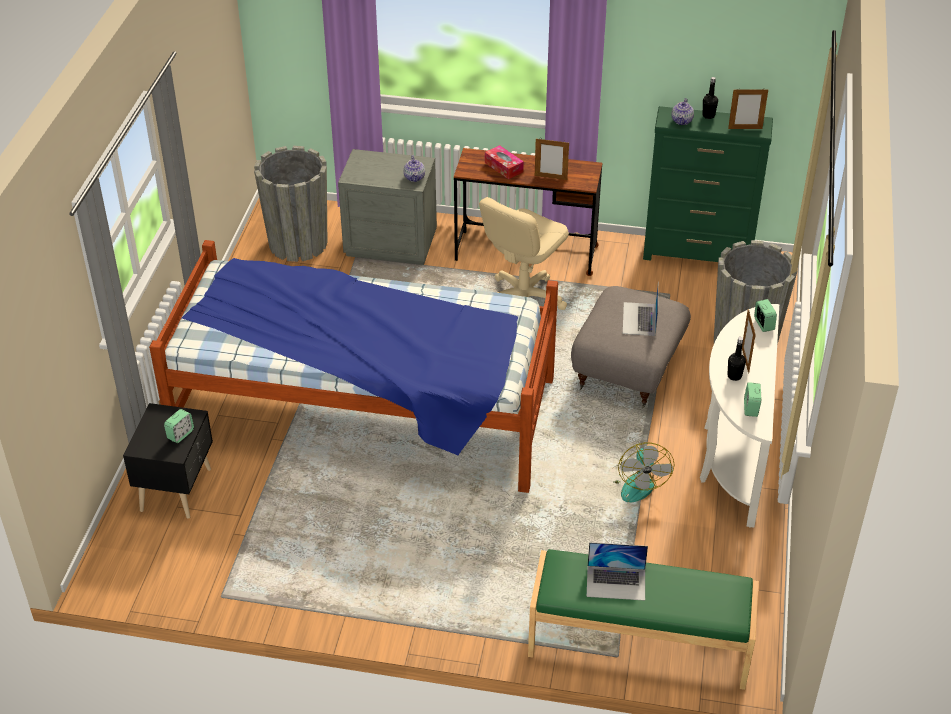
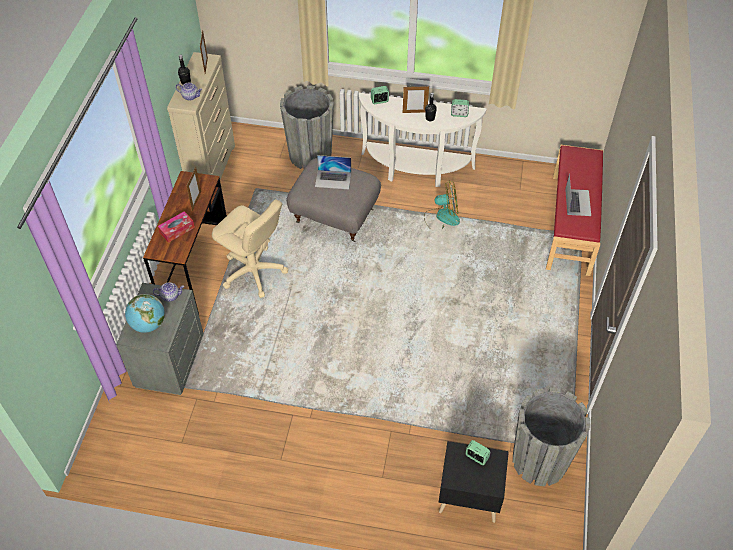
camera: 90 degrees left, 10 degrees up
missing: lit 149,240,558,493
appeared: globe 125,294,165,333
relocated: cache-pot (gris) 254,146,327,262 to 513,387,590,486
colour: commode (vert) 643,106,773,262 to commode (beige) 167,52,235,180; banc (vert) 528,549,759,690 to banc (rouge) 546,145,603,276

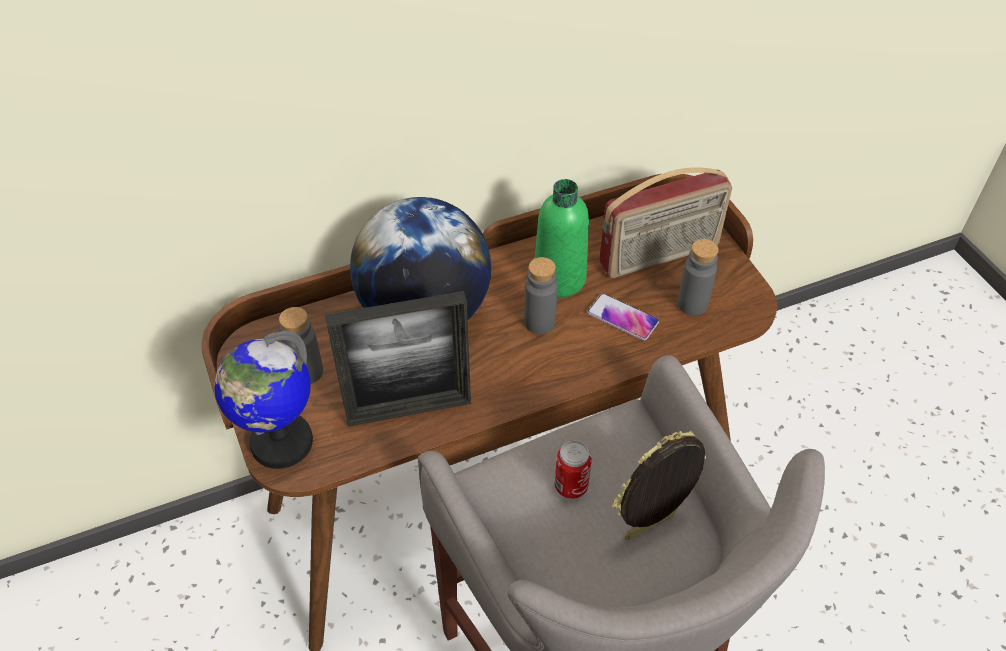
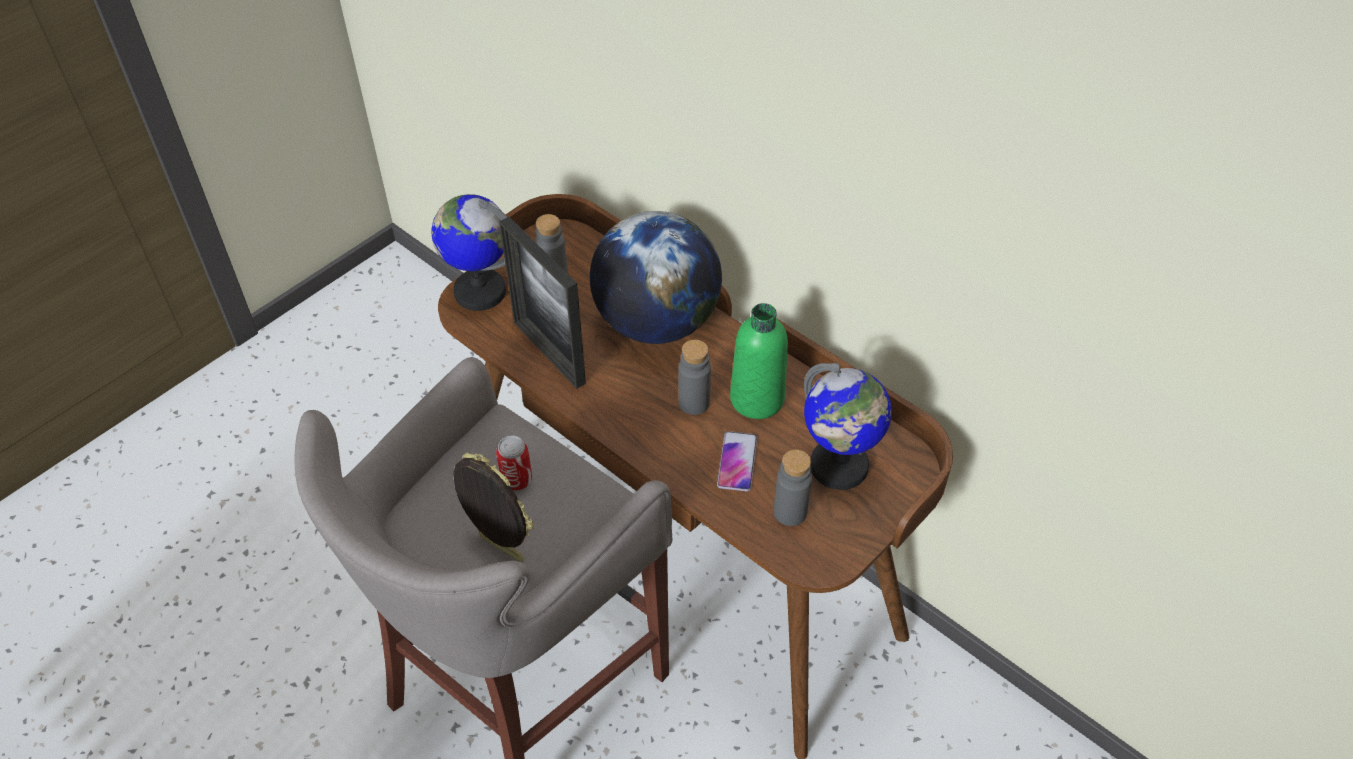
camera: 65 degrees right, 0 degrees up
exchanged: radio 599,167,732,278 to globe 804,363,892,490

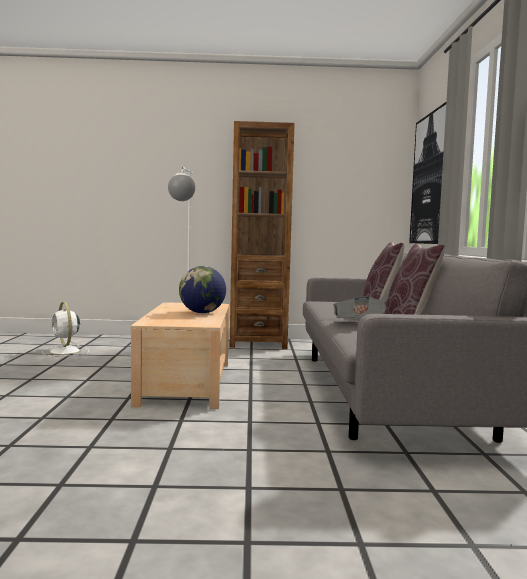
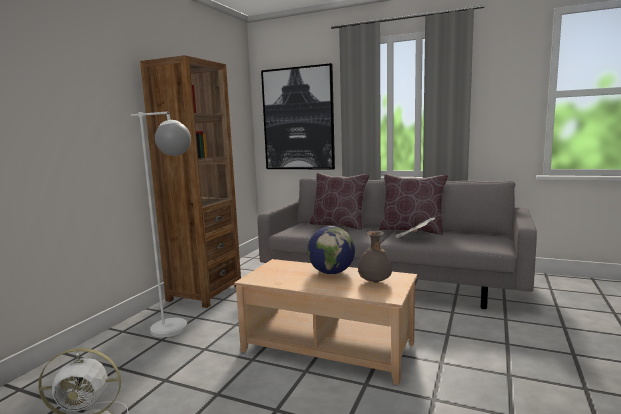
camera: 65 degrees left, 5 degrees up
appeared: vase (gris) 358,231,392,283

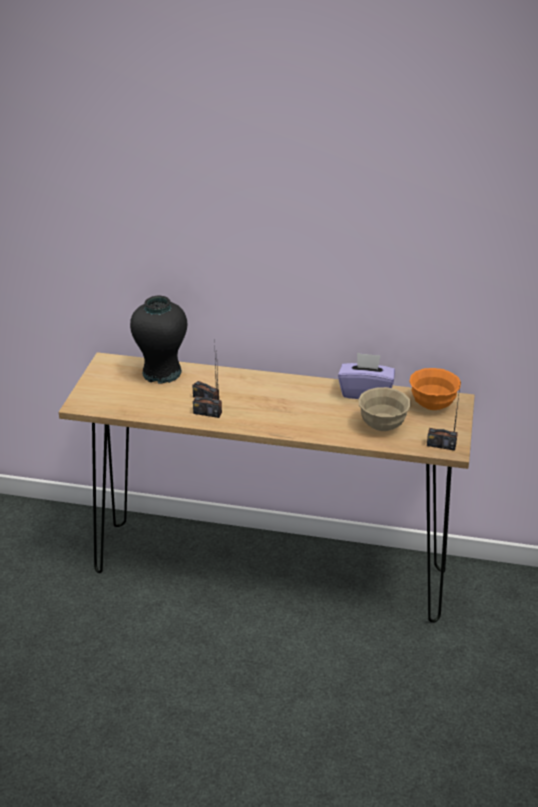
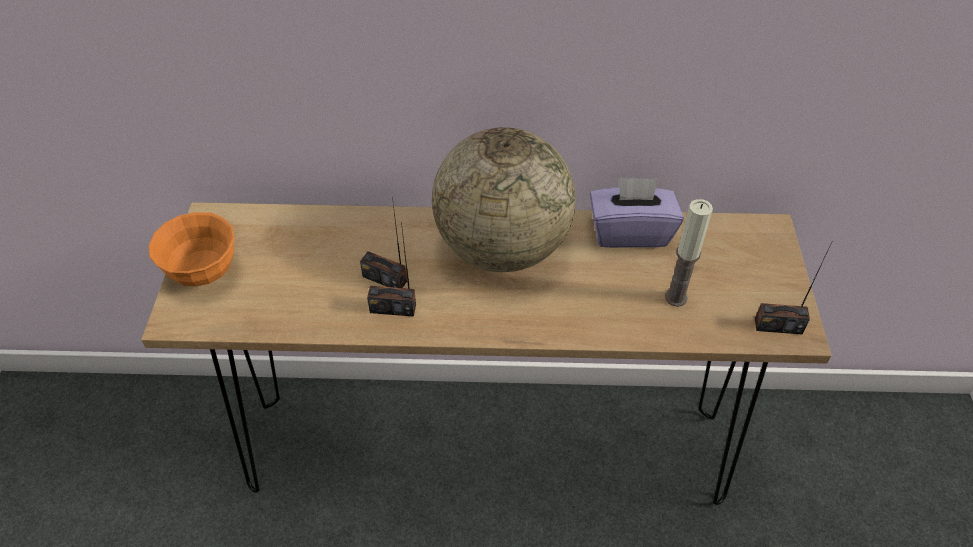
camera: 10 degrees left, 15 degrees up
missing: vase (noir) 130,296,187,384
appeared: globe 432,127,576,272
relocated: bol (orange) 409,368,461,410 to 149,212,235,286
exchanged: bol (beige) 358,387,411,431 to bougie 665,199,713,307

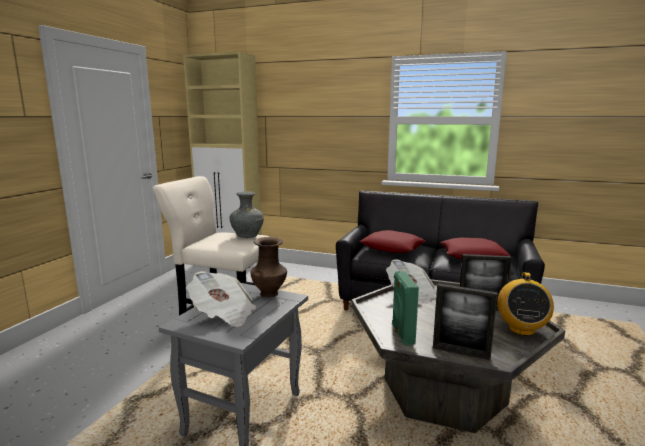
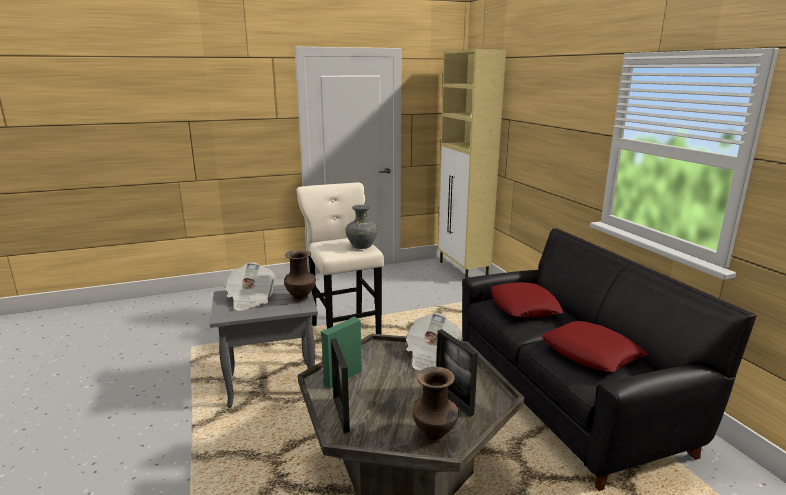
camera: 50 degrees right, 5 degrees up
exchanged: radio 497,272,554,336 to vase (marron) 413,367,459,443

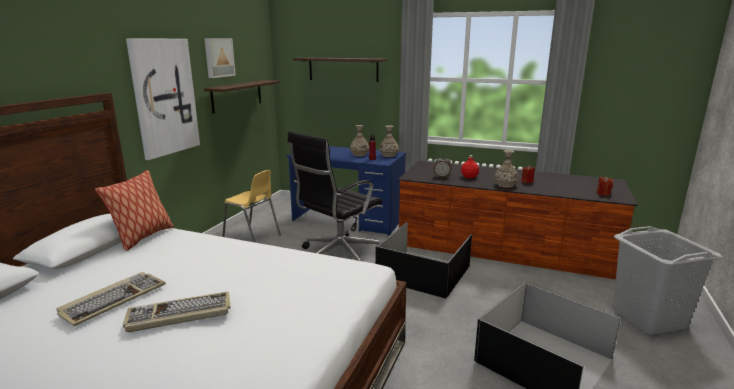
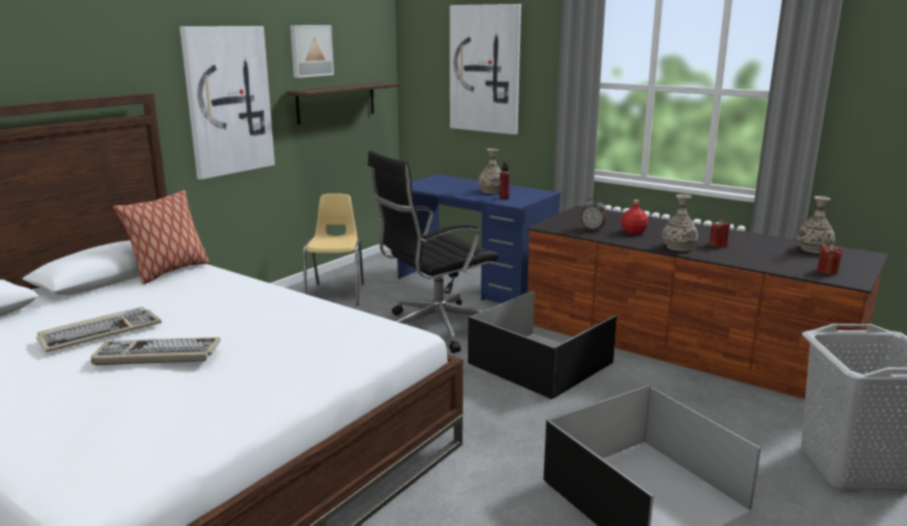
camera: 15 degrees right, 0 degrees up
relocated: vase 379,125,399,157 to 796,196,835,253
exchanged: étagère 293,57,387,82 to tableau 450,4,521,135
spun: chaise (jaune) 222,170,281,243 = 303,193,364,305 135 degrees counterclockwise

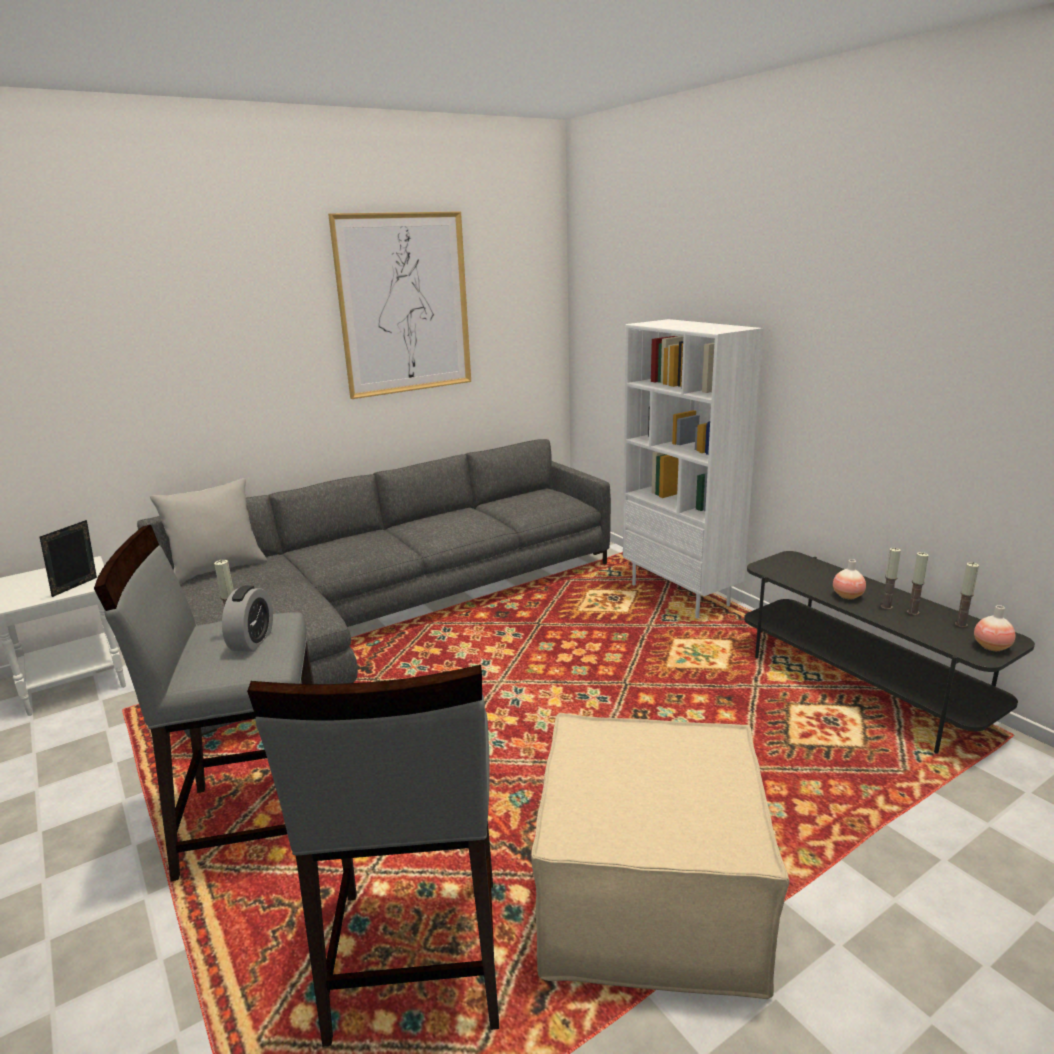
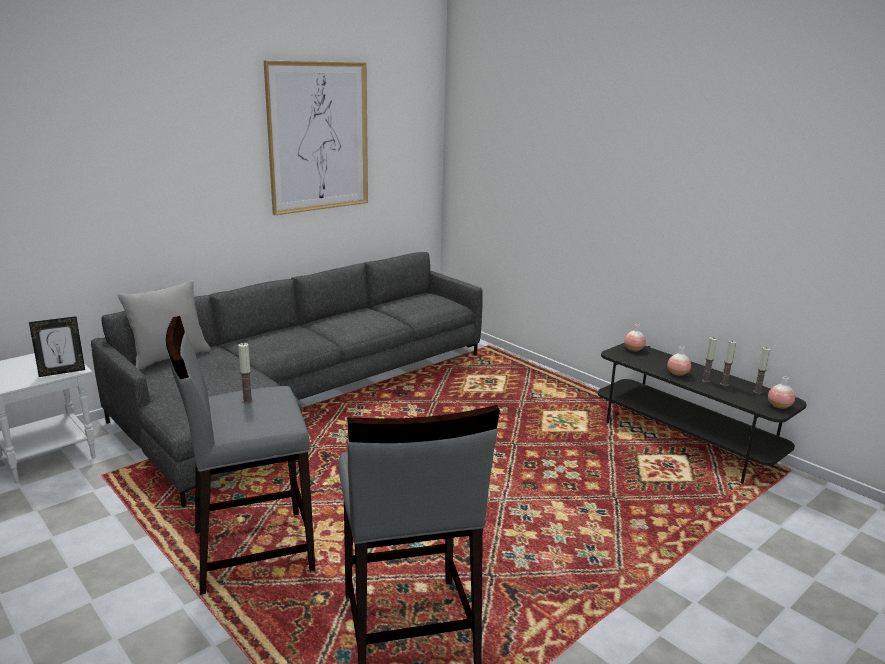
camera: 10 degrees left, 0 degrees up
missing: réveil 222,586,273,652; pouf (beige) 531,713,790,999; bibliothèque (blanc) 623,319,764,618
appeared: vase 624,324,646,351
spun: cadre photo 40,520,97,597 = 29,316,85,377 135 degrees counterclockwise

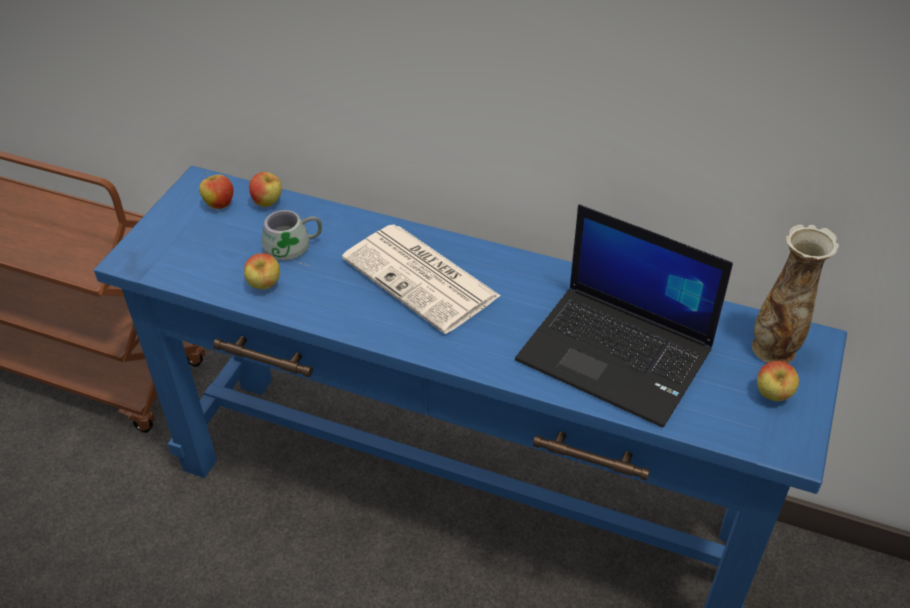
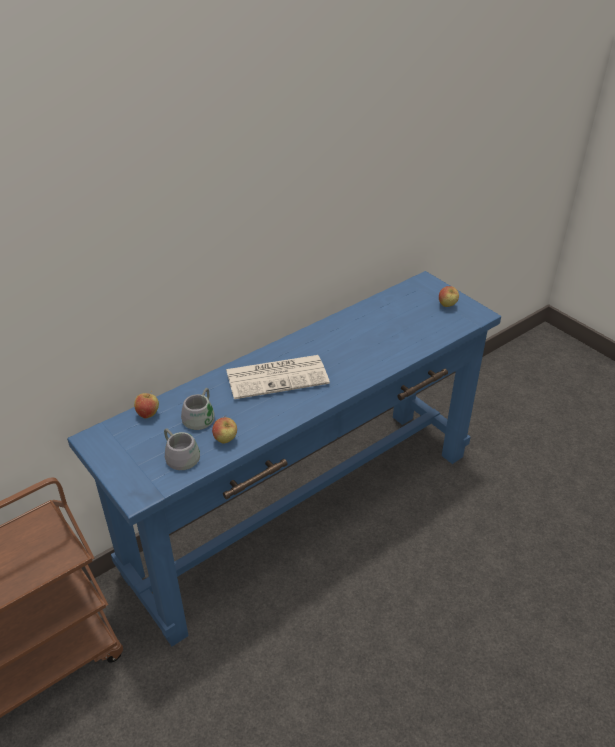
camera: 60 degrees left, 5 degrees down
missing: pomme 199,172,233,209; ordinateur portable 515,204,733,428; vase 752,224,839,363
appeared: mug (gris) 164,428,200,470

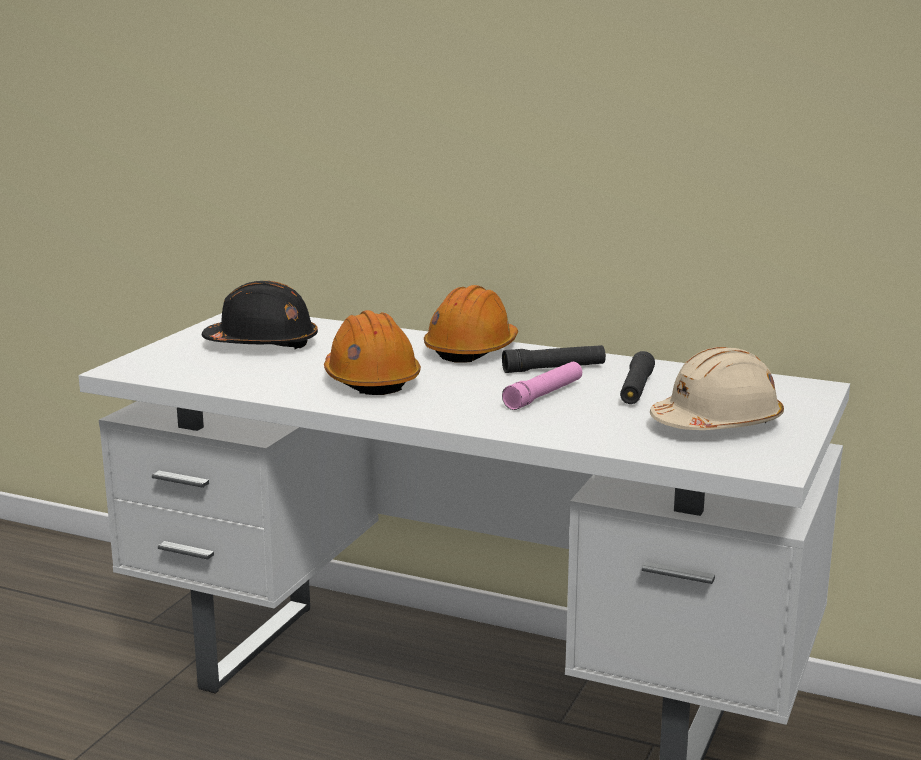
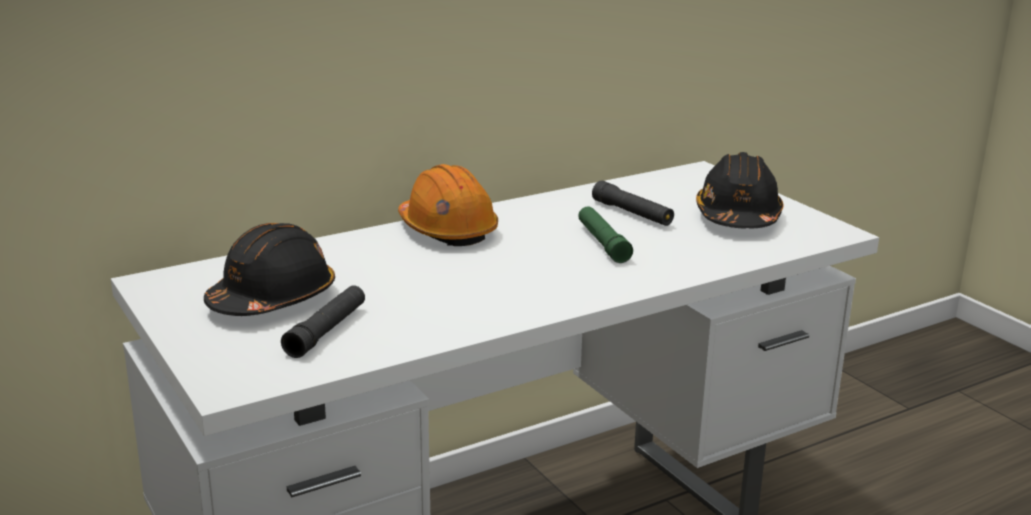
camera: 55 degrees left, 5 degrees up
missing: casque de chantier (orange) 324,310,421,395
relocated: lampe de poche (noir) 502,345,606,373 to 281,285,365,358
colour: lampe de poche (rose) 502,362,582,410 to lampe de poche (vert) 578,206,633,263; casque de chantier (beige) 650,347,784,430 to casque de chantier (noir) 696,152,784,229

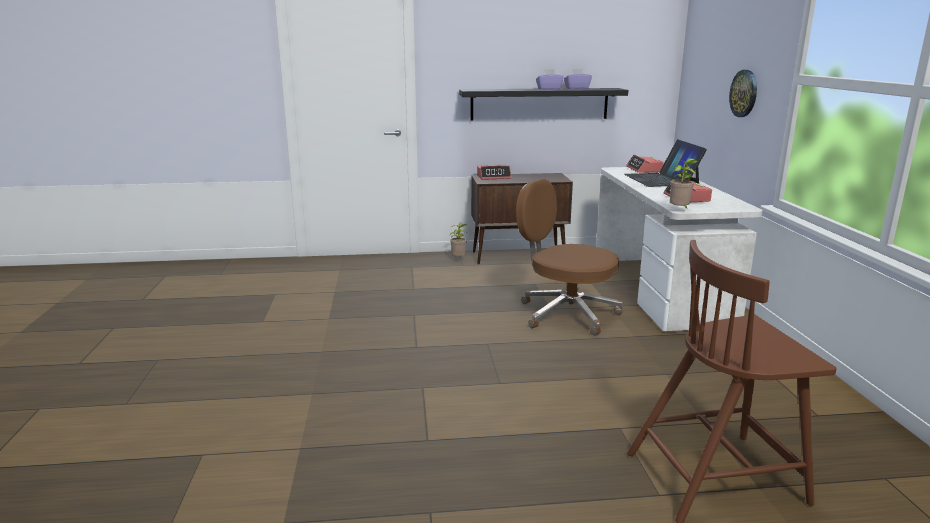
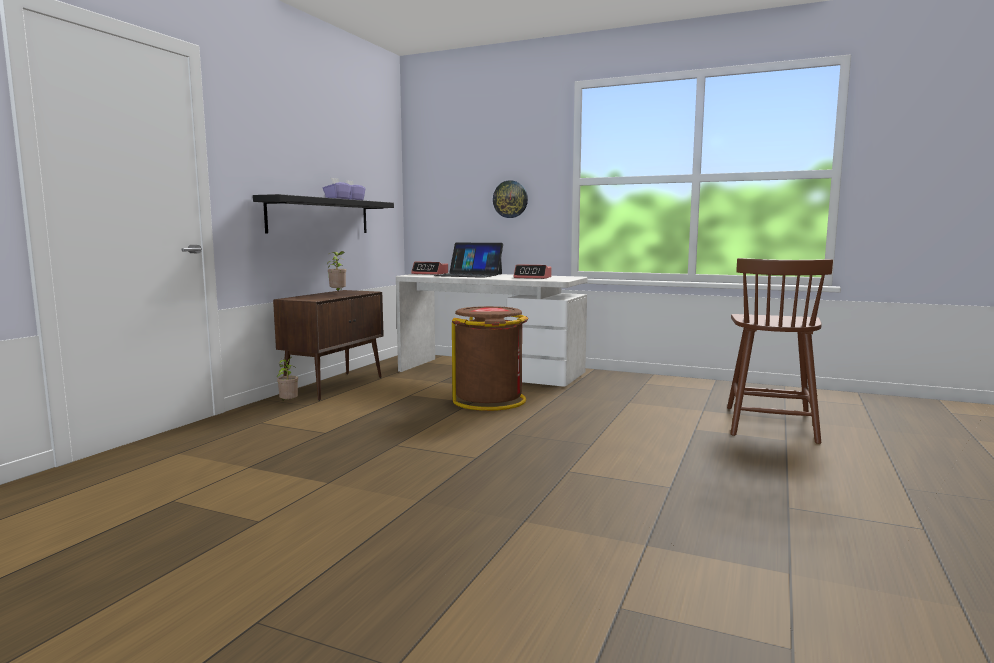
camera: 60 degrees left, 10 degrees down
missing: réveil 477,165,511,180
relocated: plante en pot 670,158,698,208 to 327,251,347,292
exchanged: chaise de bureau (marron) 516,179,623,336 to poubelle (marron) 452,306,528,411

